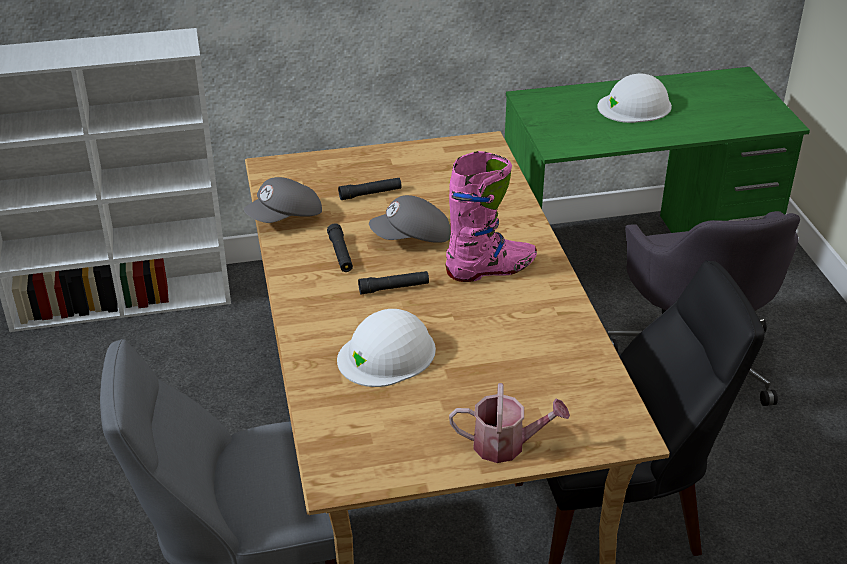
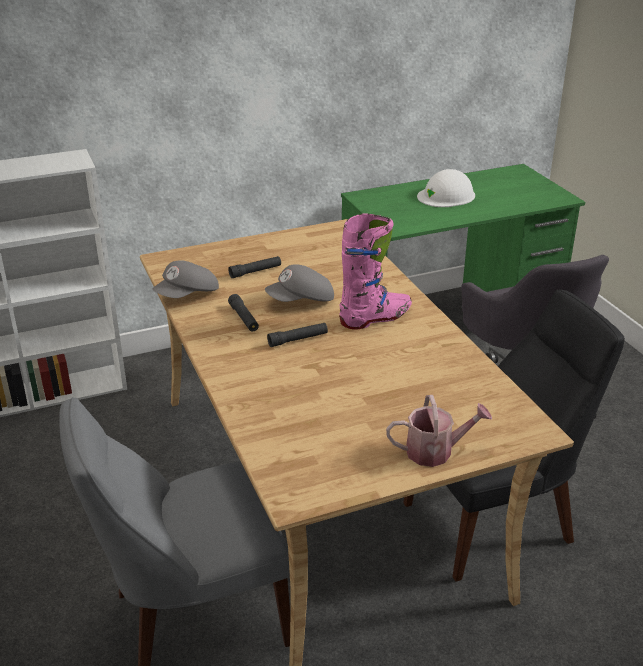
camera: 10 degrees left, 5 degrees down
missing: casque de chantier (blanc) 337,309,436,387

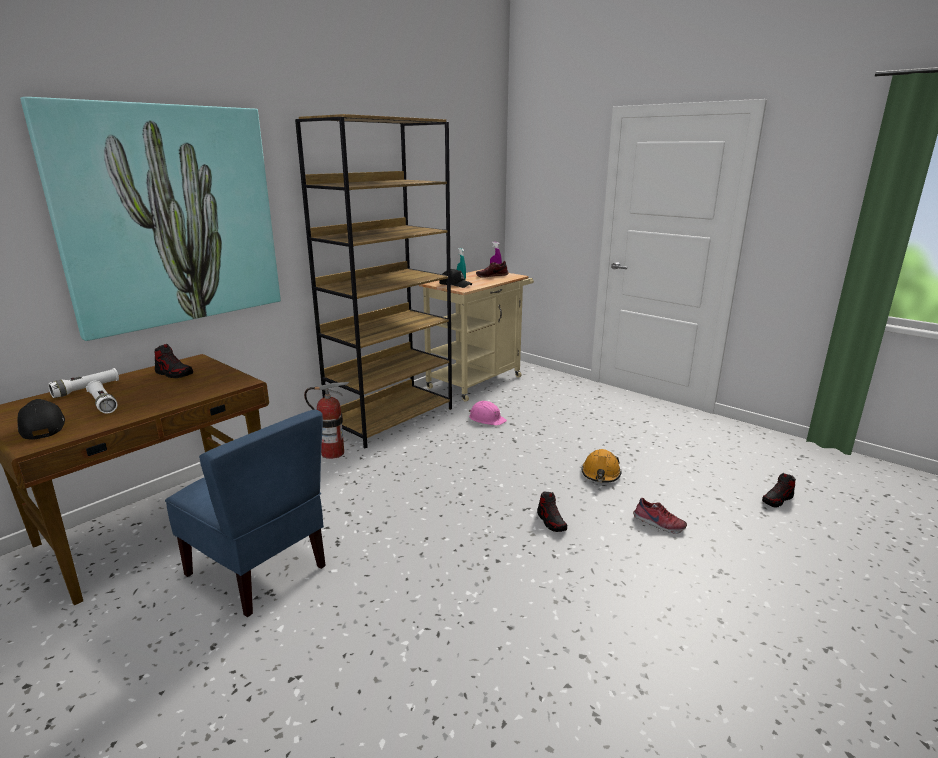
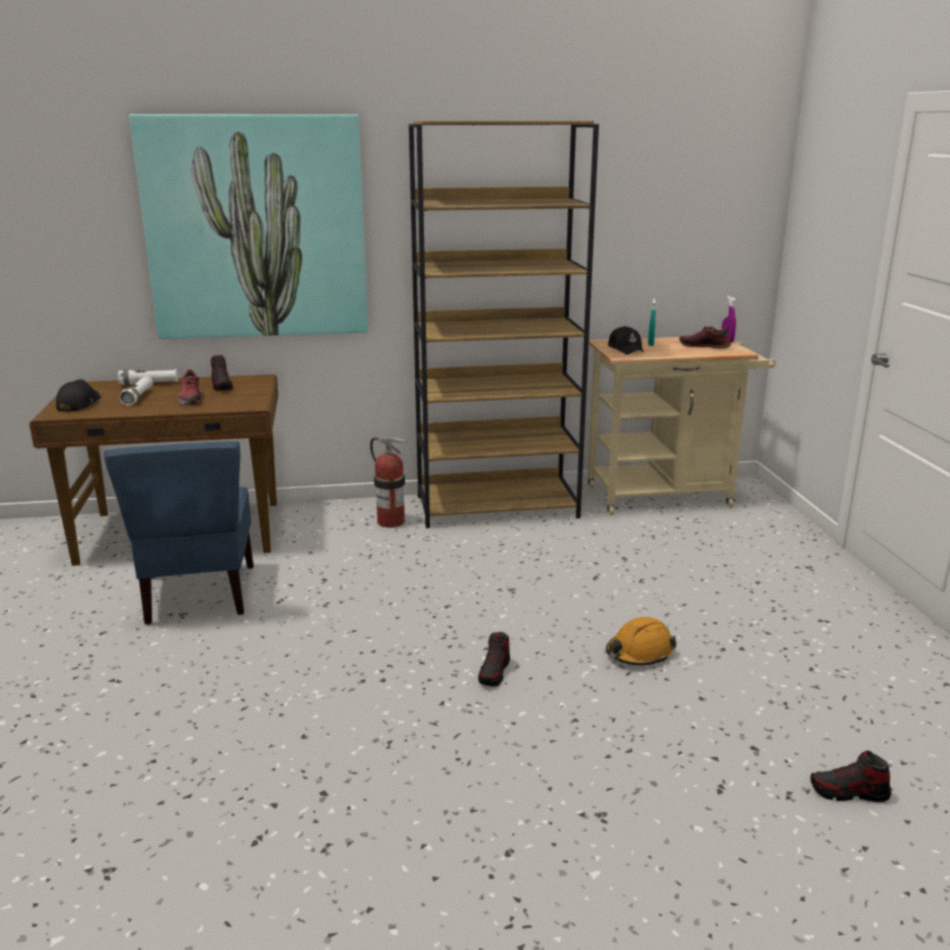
camera: 40 degrees right, 0 degrees up
missing: casque de chantier (rose) 469,401,507,426
relocated: chaussure 633,498,687,534 to 179,369,201,405

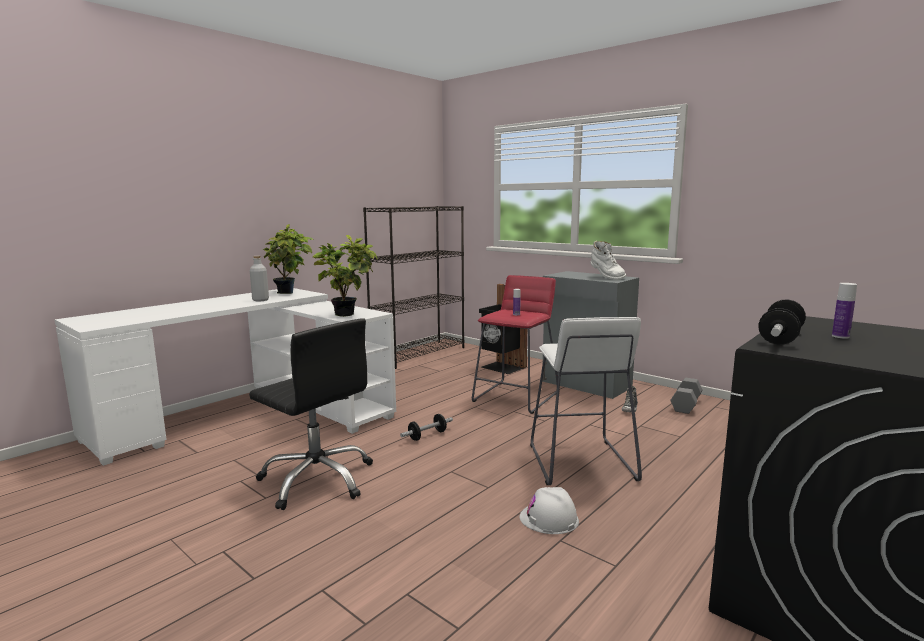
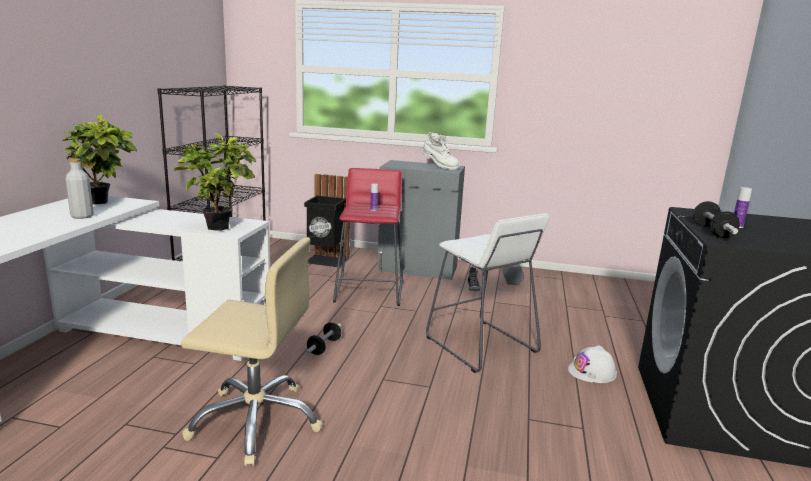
camera: 30 degrees left, 5 degrees up
relocated: casque de chantier (blanc) 519,487,579,534 to 568,345,617,383
colour: chaise de bureau (noir) 249,318,373,510 to chaise de bureau (beige) 181,237,323,466

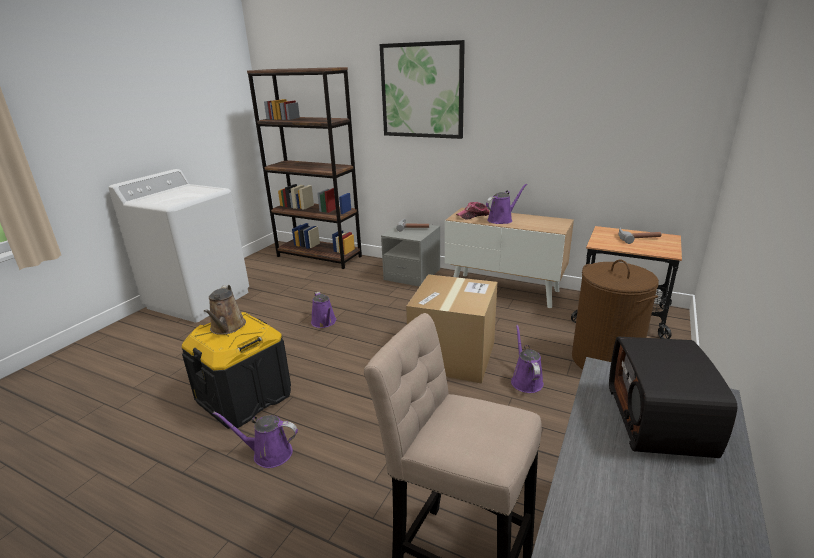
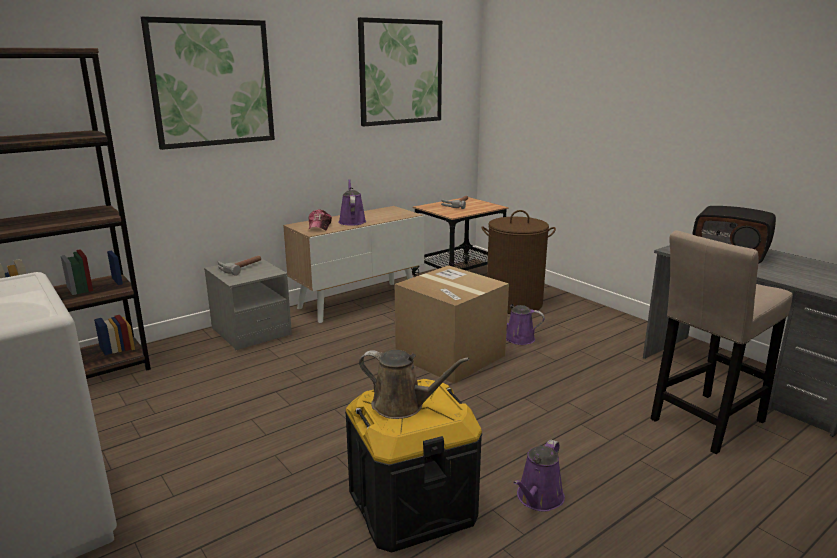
camera: 65 degrees left, 5 degrees down
missing: arrosoir (violet) 311,292,336,328
appeared: tableau 358,17,442,126

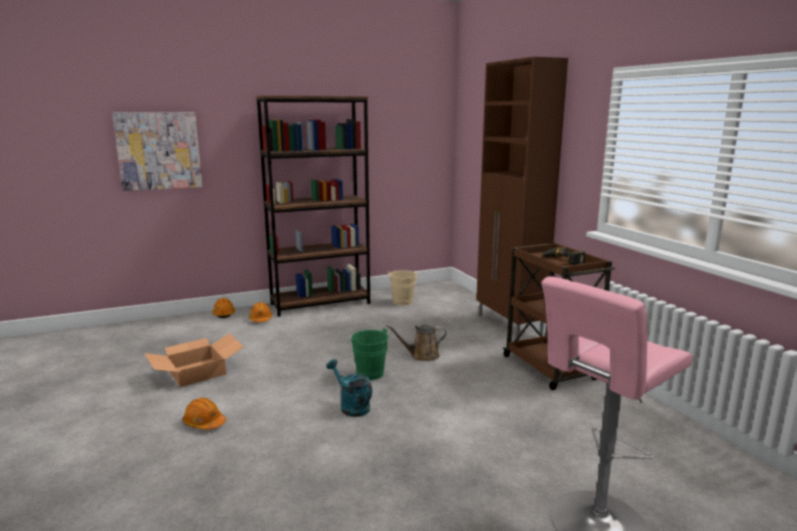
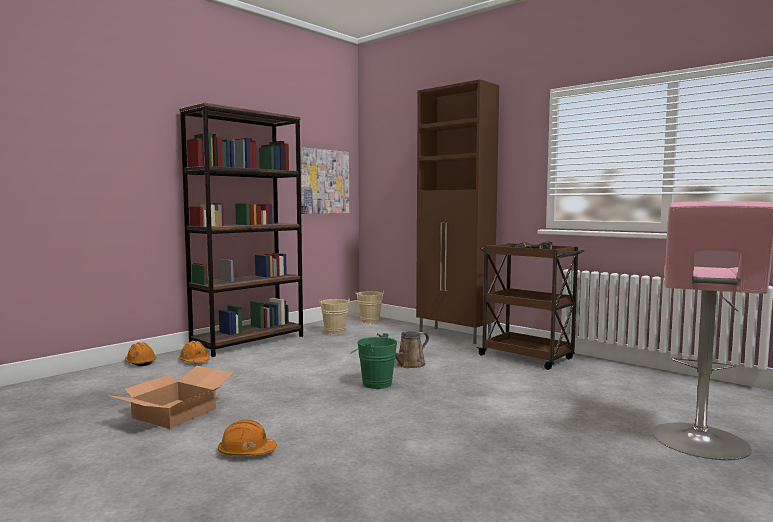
camera: 25 degrees left, 10 degrees down
missing: arrosoir (turquoise) 326,359,372,417
appeared: seau (beige) 356,291,384,323
relocated: tableau 112,112,202,191 to 300,147,349,214

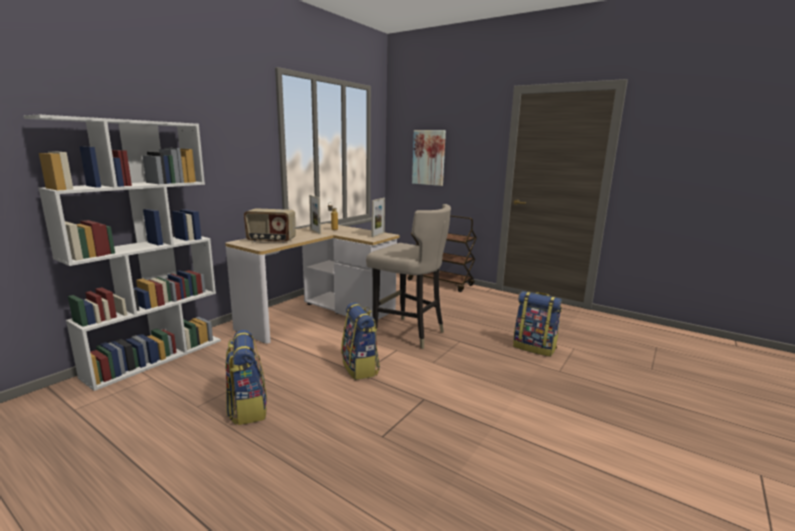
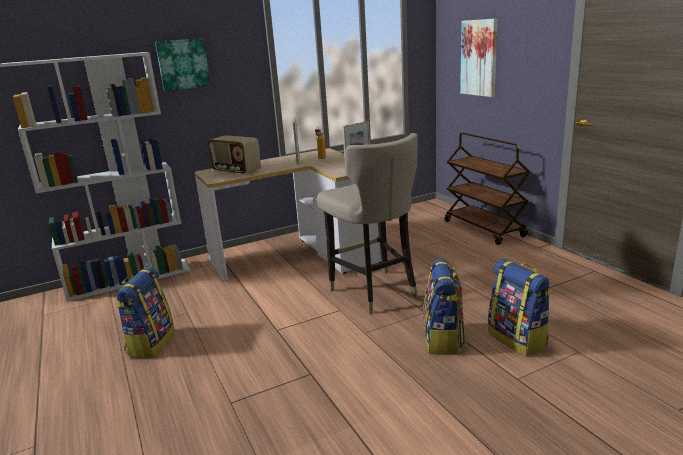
camera: 30 degrees right, 5 degrees up
appeared: tableau 155,38,211,91
relocated: sac à dos 341,302,380,380 to 423,259,466,355

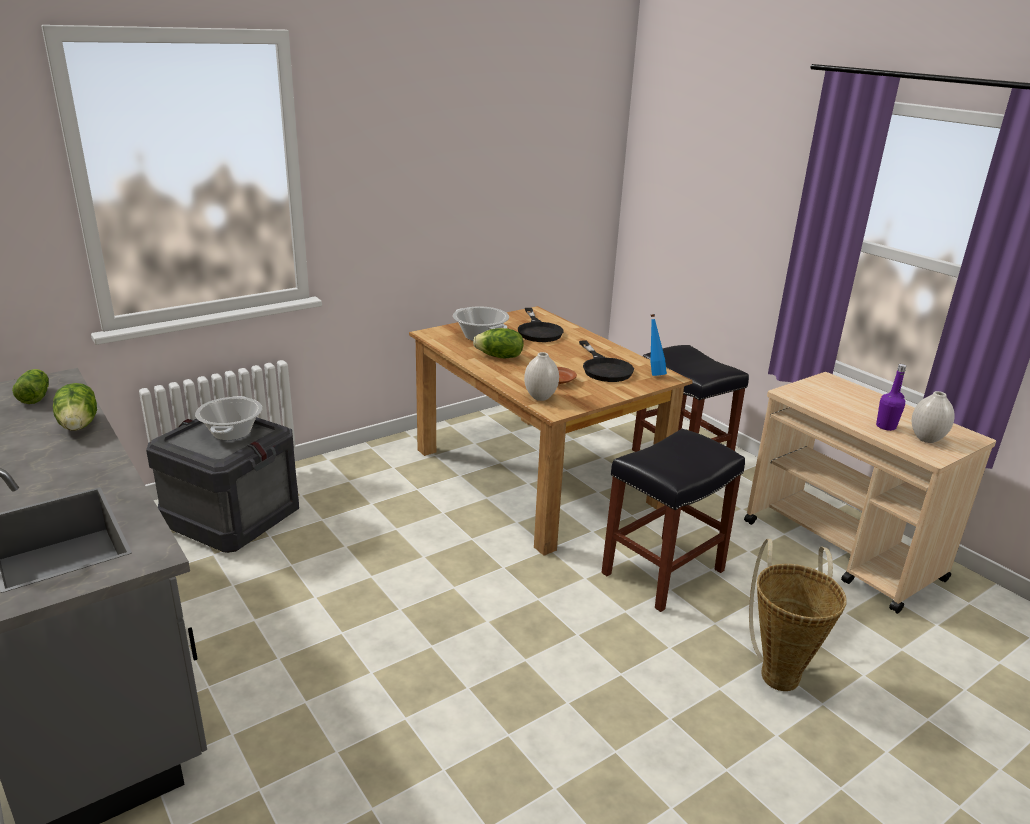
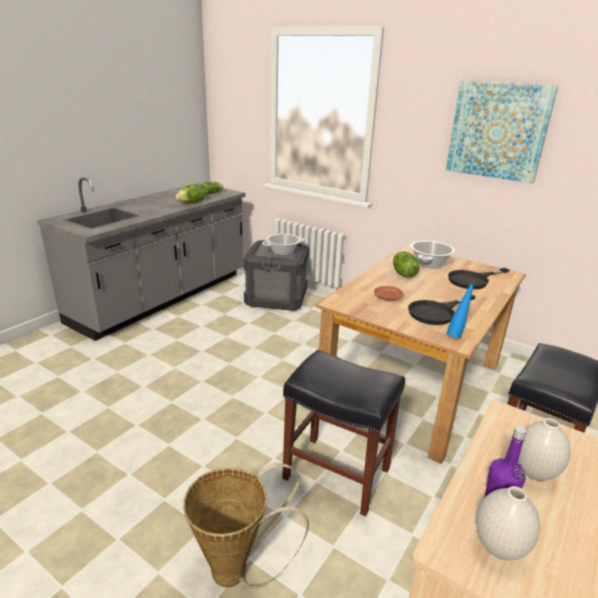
camera: 70 degrees right, 0 degrees up
appeared: tableau 446,81,558,183
relocated: vase (blanc) 524,352,559,401 to 518,418,571,481

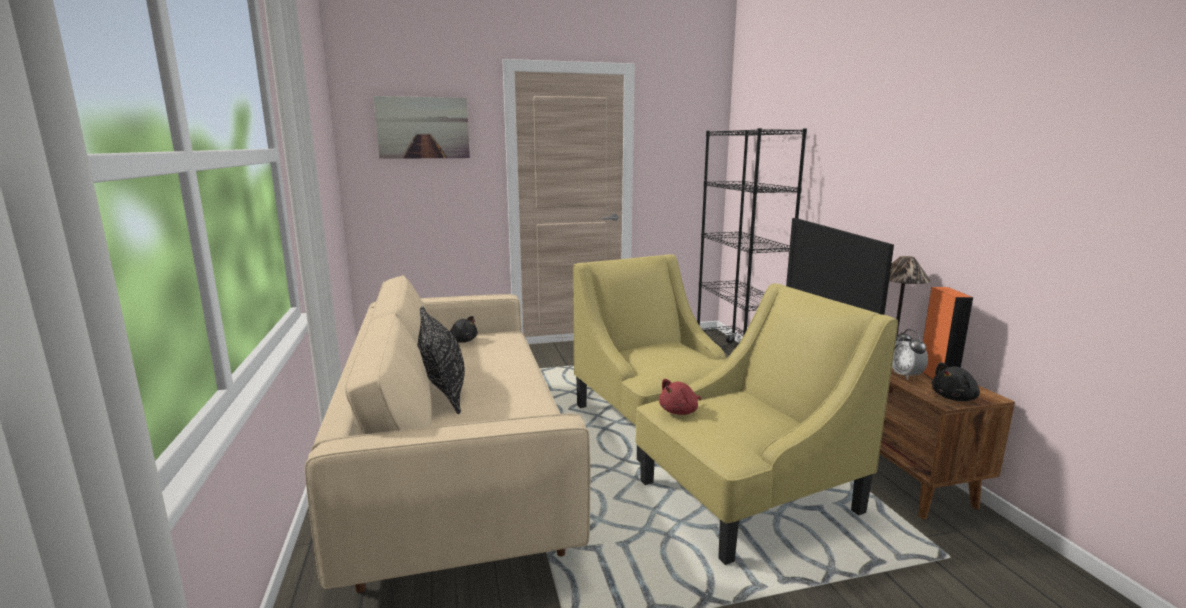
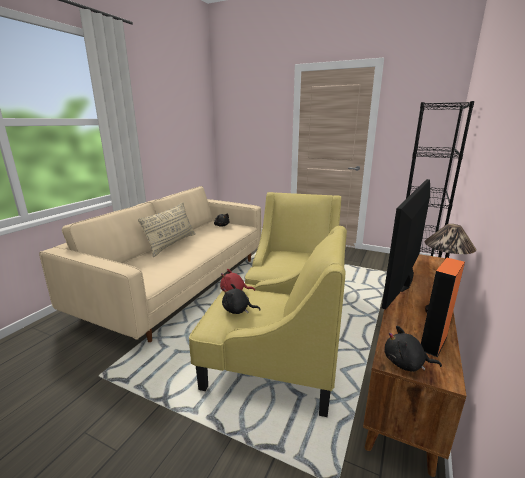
camera: 40 degrees right, 5 degrees up
missing: tableau 374,96,470,159; réveil 892,329,928,380
appeared: peluche (noir) 222,284,261,314
colour: coussin (noir) 418,306,465,414 to coussin (beige) 138,202,196,257

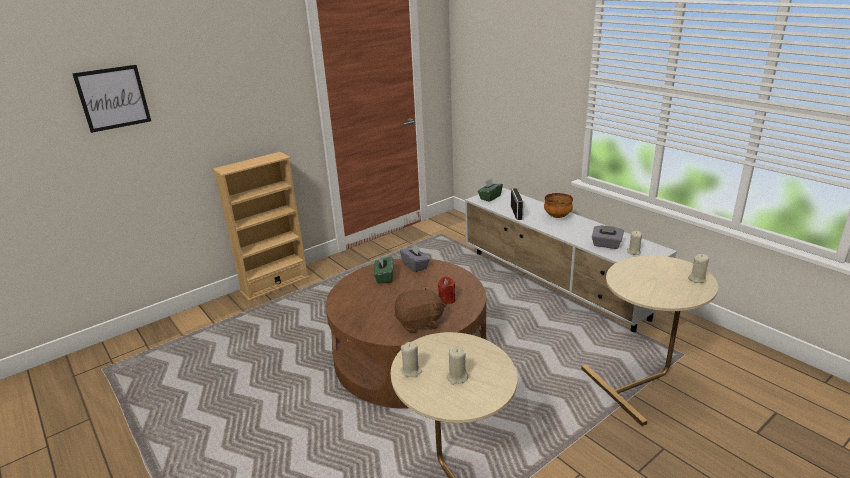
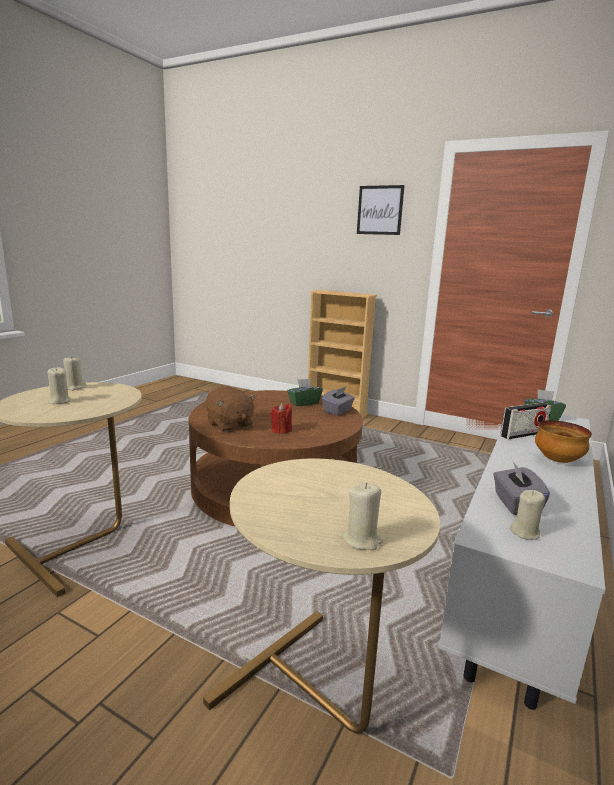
camera: 65 degrees right, 10 degrees down
relocated: tableau 72,65,151,133 to 357,185,405,235

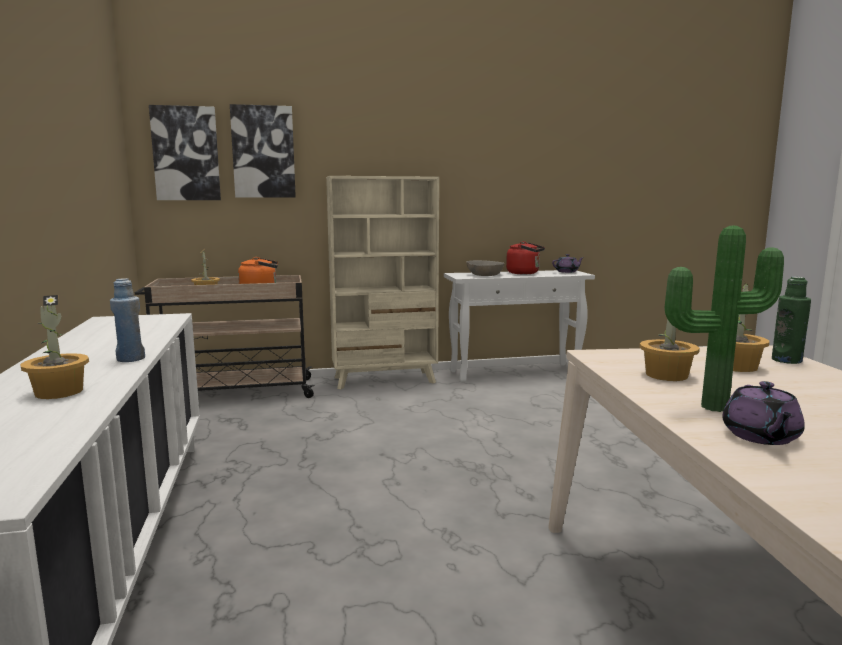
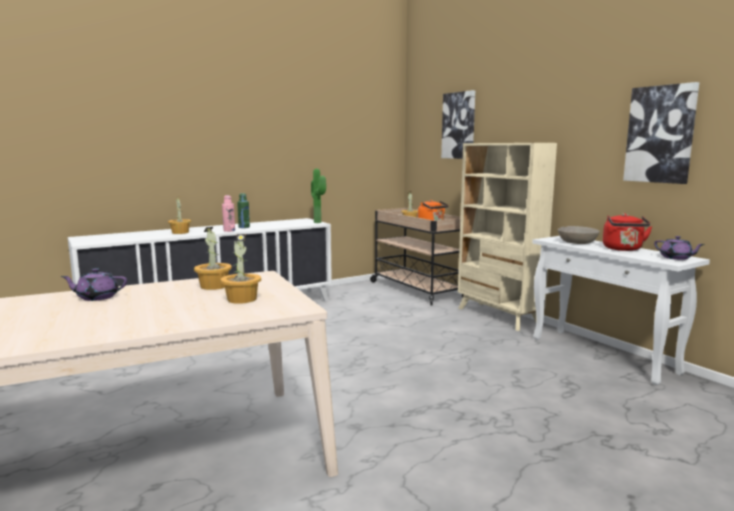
camera: 70 degrees right, 0 degrees up
relocated: bouteille (vert) 772,277,811,364 to 237,193,250,228; plante en pot 665,225,784,412 to 311,168,326,223; tableau 149,105,221,200 to 623,82,699,184
colour: bouteille (bleu) 110,278,145,362 to bouteille (rose) 222,195,235,232

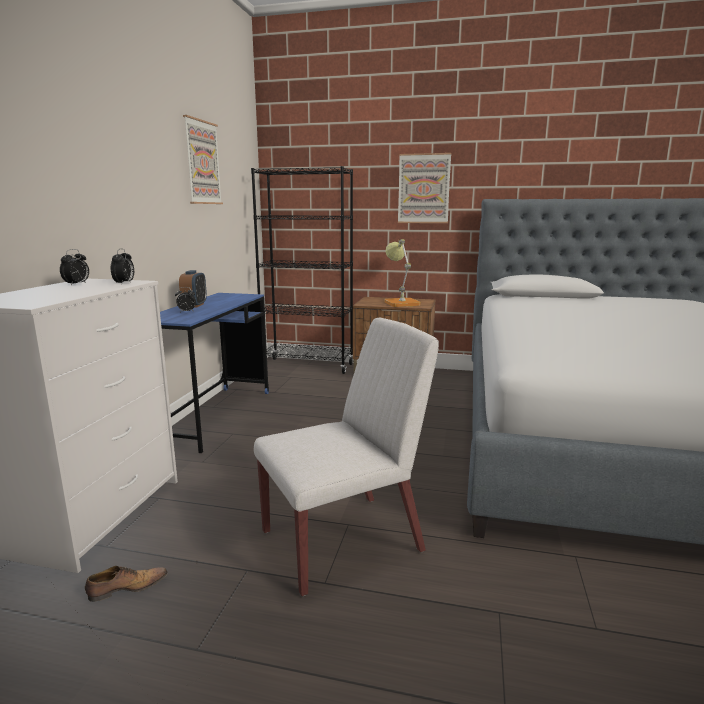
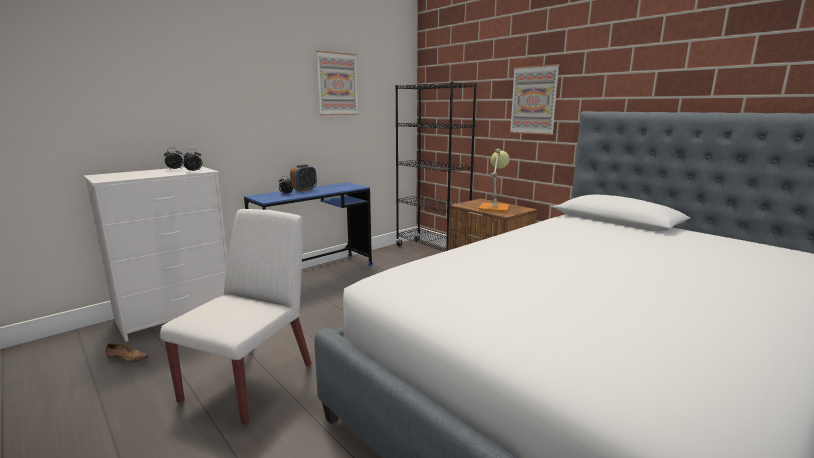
camera: 35 degrees right, 0 degrees up
spun: chaise (blanc) 254,318,439,596 = 160,209,312,425 75 degrees counterclockwise

